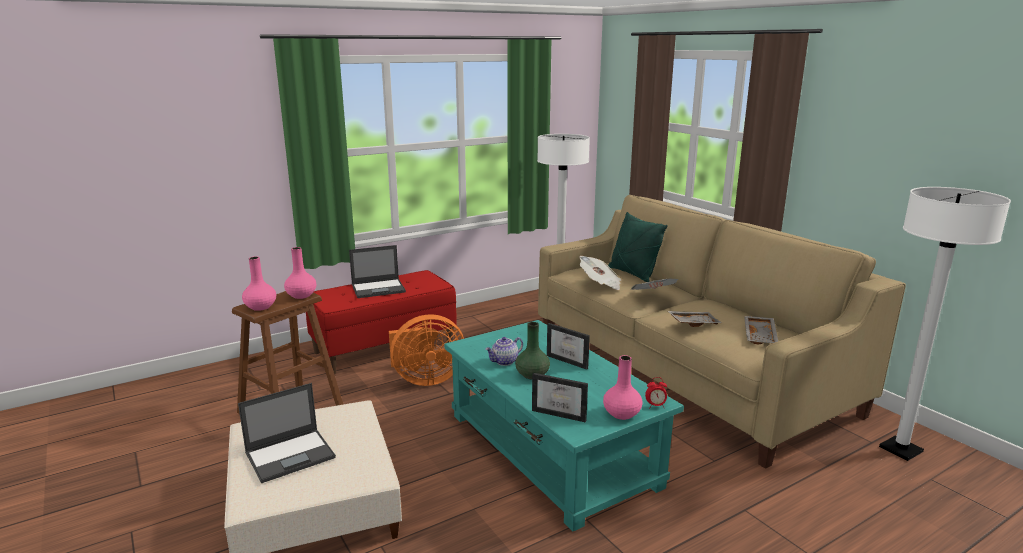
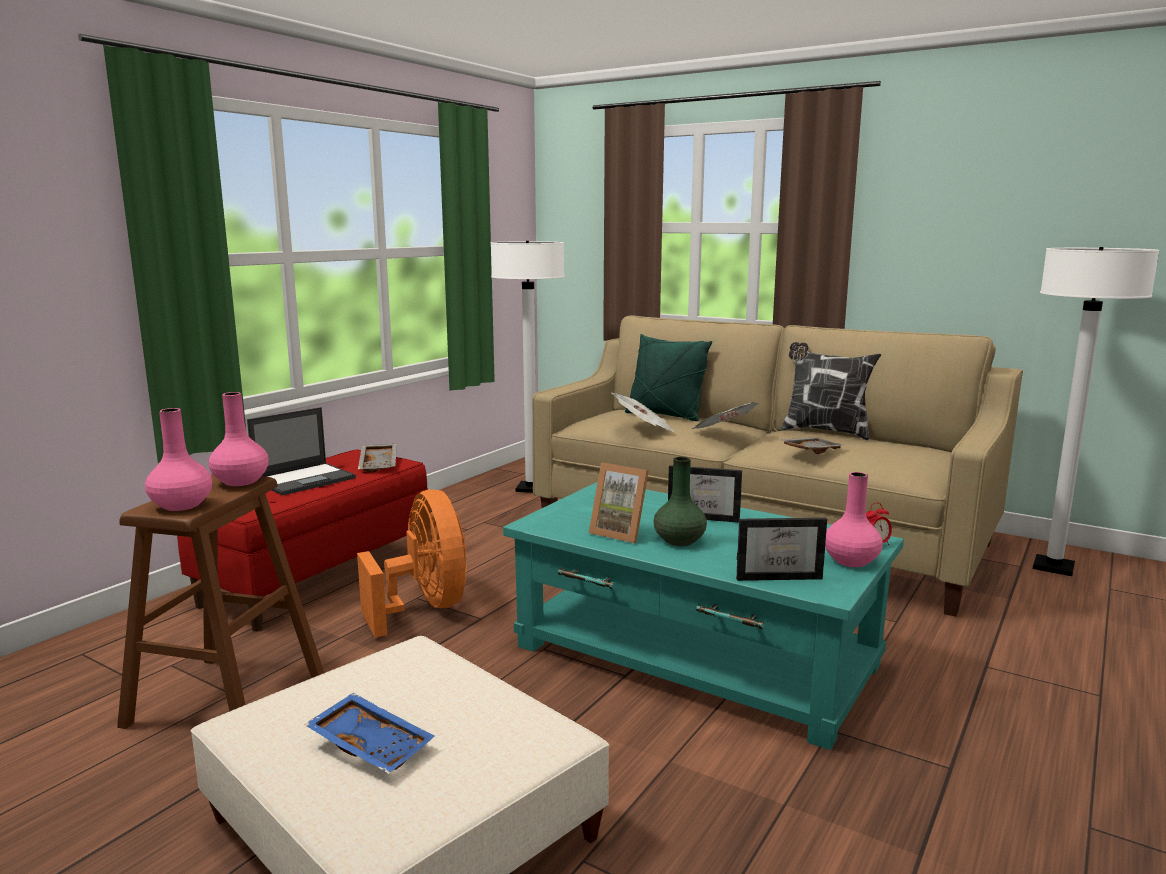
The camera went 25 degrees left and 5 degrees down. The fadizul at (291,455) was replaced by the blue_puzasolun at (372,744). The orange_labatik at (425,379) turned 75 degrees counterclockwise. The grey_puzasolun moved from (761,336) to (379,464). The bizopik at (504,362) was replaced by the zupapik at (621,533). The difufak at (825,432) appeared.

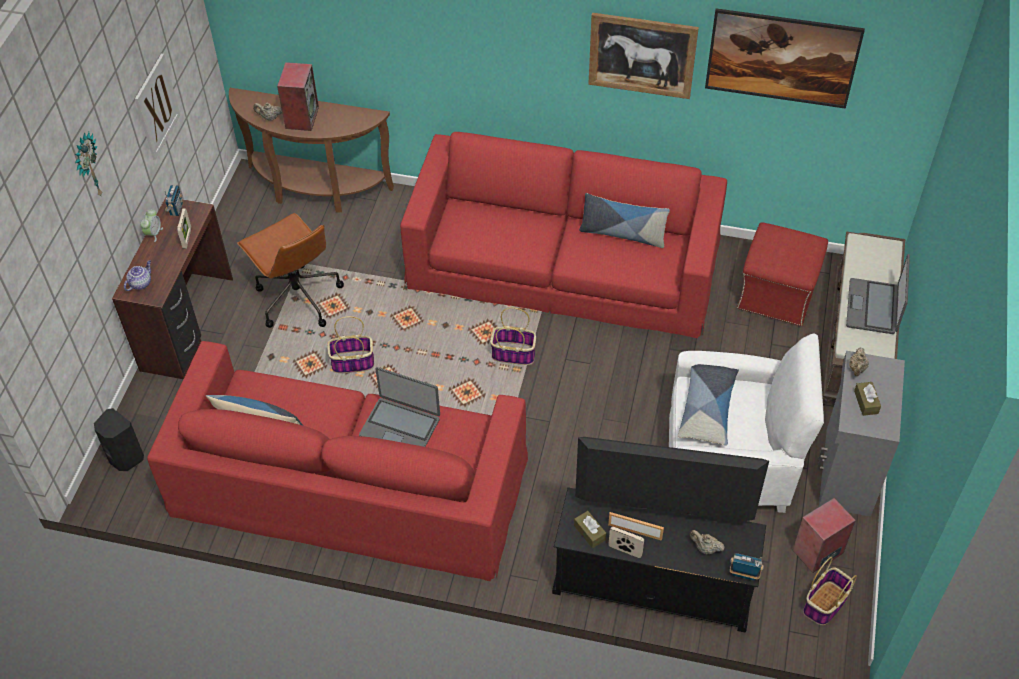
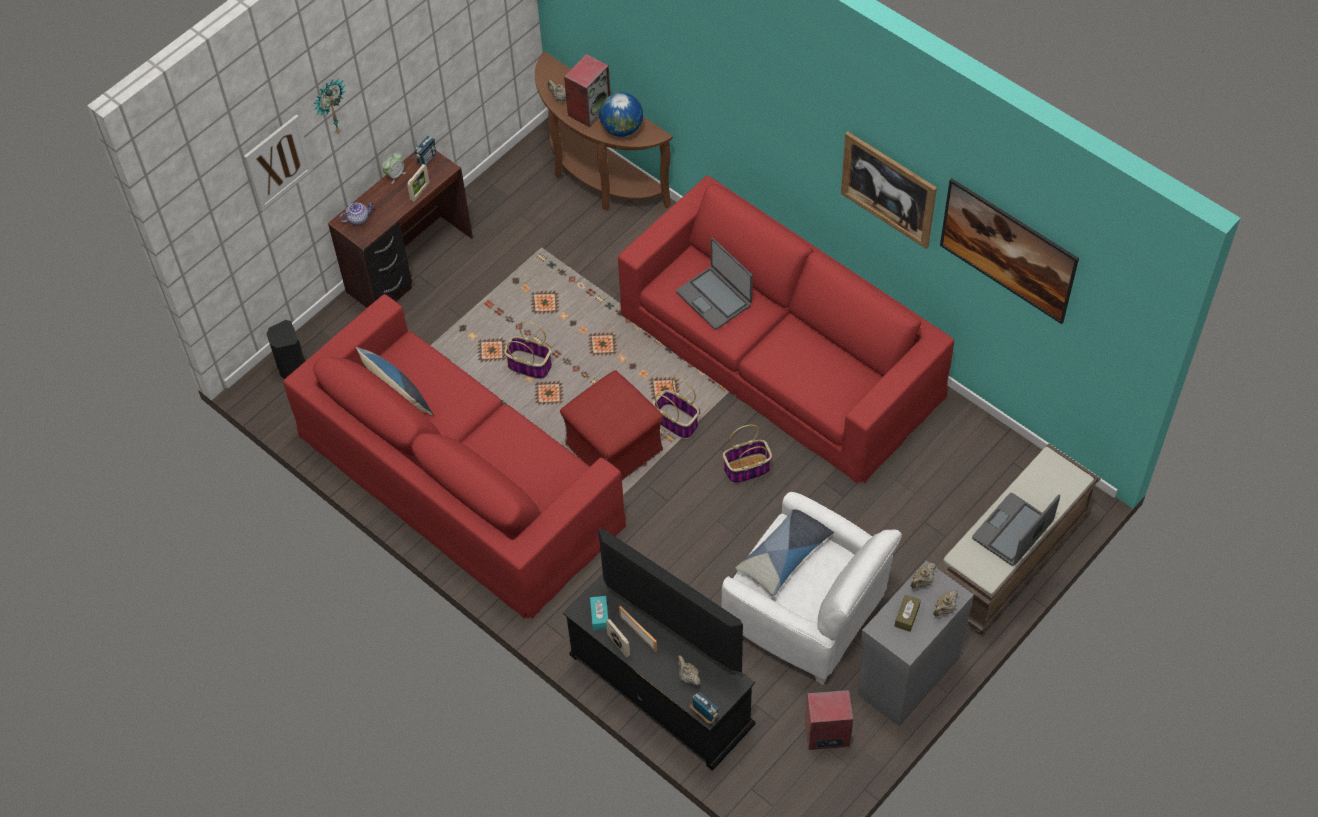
The camera went 30 degrees right and 5 degrees up. The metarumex moved from (157,106) to (278,162). The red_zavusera moved from (778,294) to (614,448). The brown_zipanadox at (589,532) became the turquoise_zipanadox at (599,616). The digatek at (622,129) appeared. The fadizul moved from (400,427) to (714,298). The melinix moved from (825,604) to (746,469). The beige_bizopik at (944,609) appeared. The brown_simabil at (297,298) disappeared. The difufak at (622,234) disappeared.

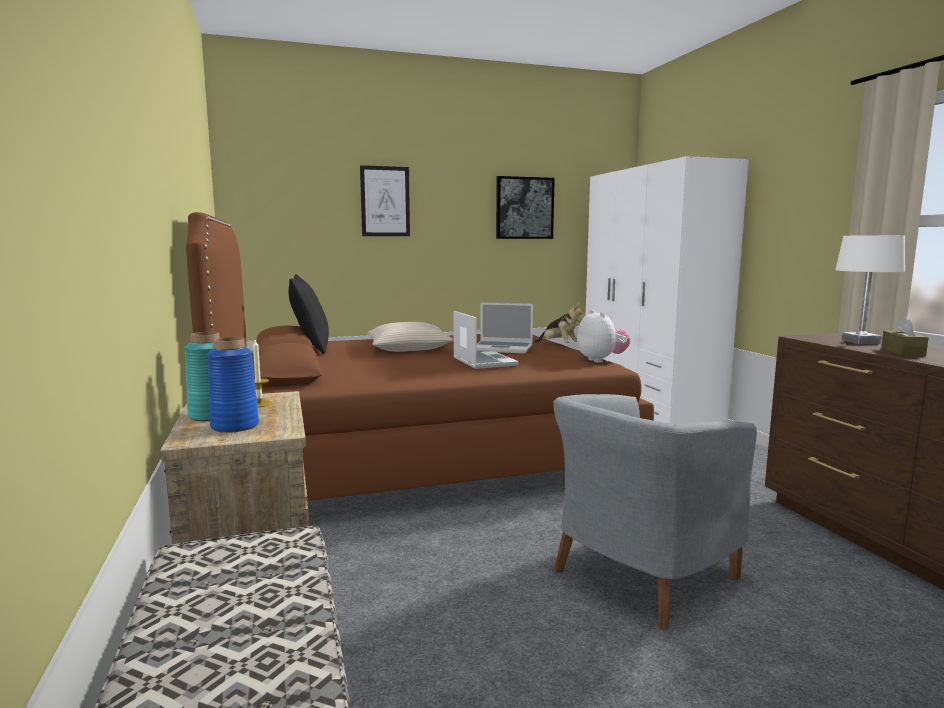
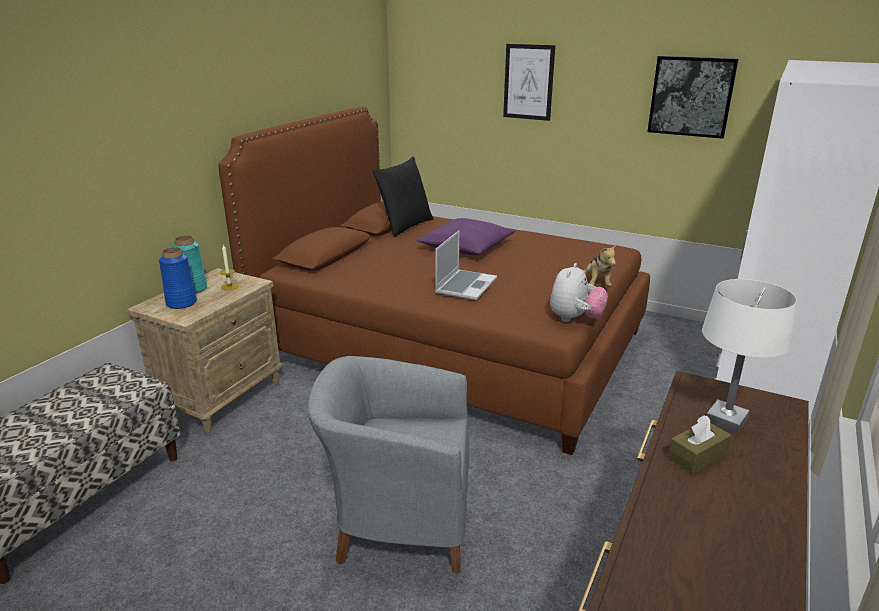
The camera went 45 degrees right and 15 degrees up. The beige_difufak at (408,348) became the purple_difufak at (466,247). The fadizul at (503,348) disappeared.

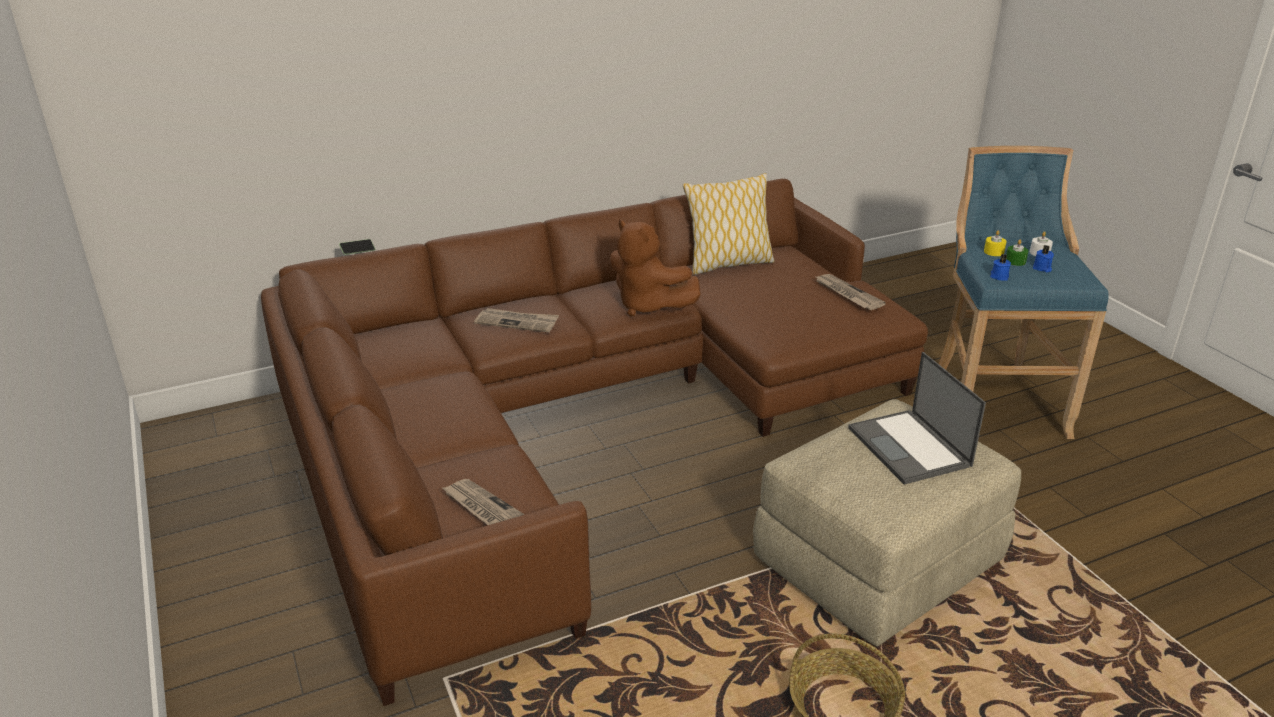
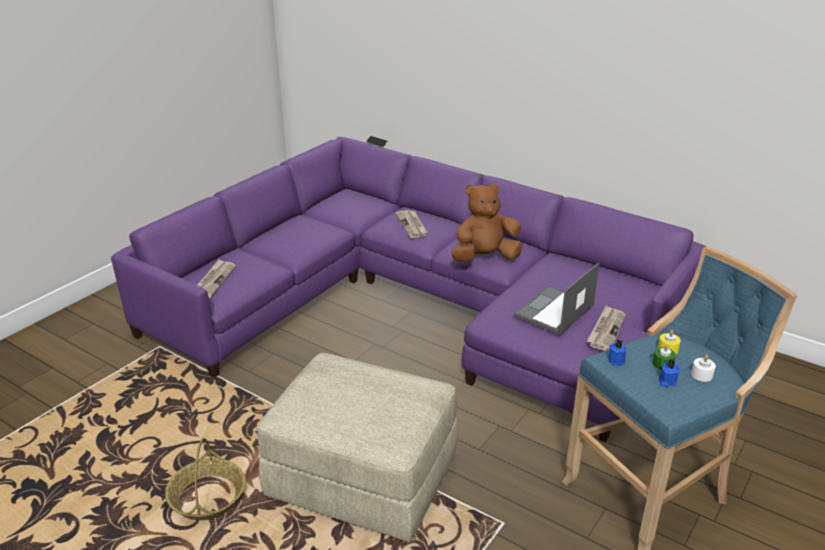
The camera went 60 degrees right and 0 degrees up. The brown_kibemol at (579,415) became the purple_kibemol at (417,305). The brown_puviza at (648,305) turned 60 degrees clockwise. The fadizul moved from (910,447) to (554,311). The difufak at (728,264) disappeared.

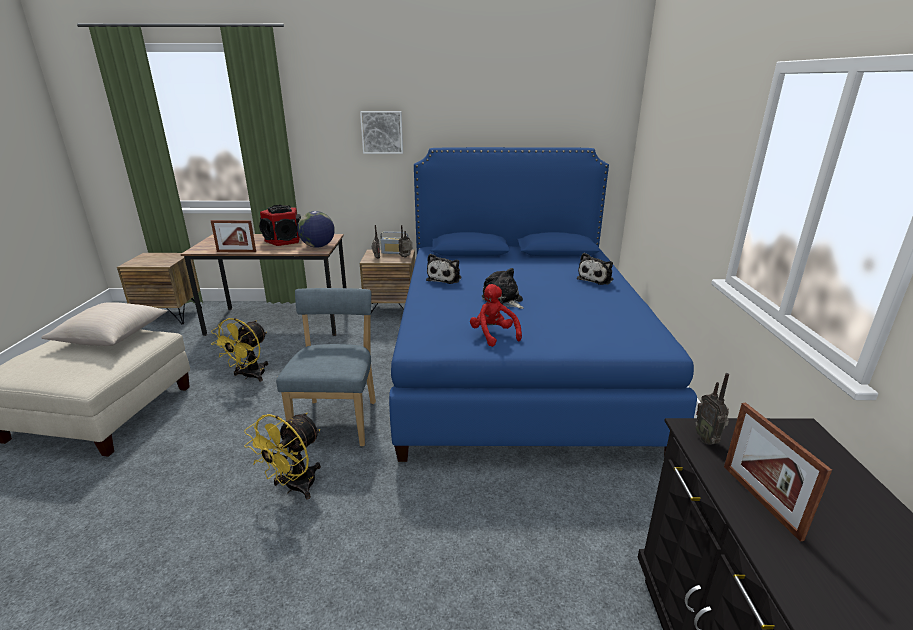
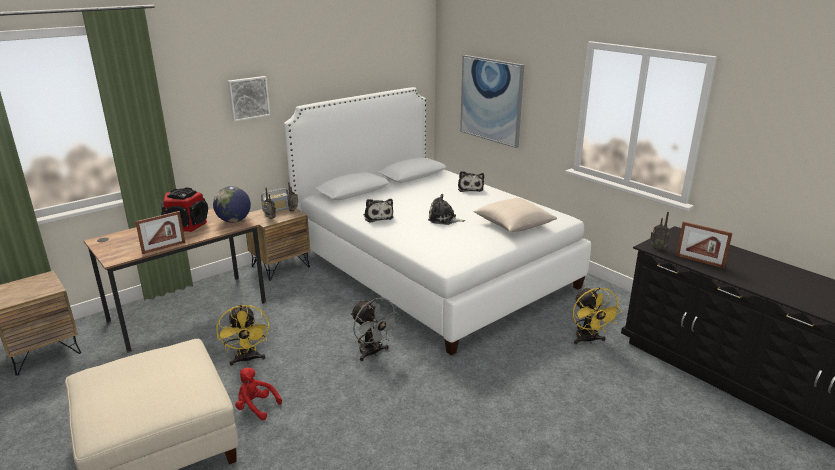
The camera went 40 degrees left and 0 degrees up. The red_puviza moved from (493,335) to (256,407). The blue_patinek at (516,362) became the white_patinek at (431,269). The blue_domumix at (337,419) was replaced by the grey_labatik at (373,353). The metarumex at (491,100) appeared. The beige_difufak moved from (112,336) to (514,225). The yellow_labatik moved from (294,487) to (588,340).

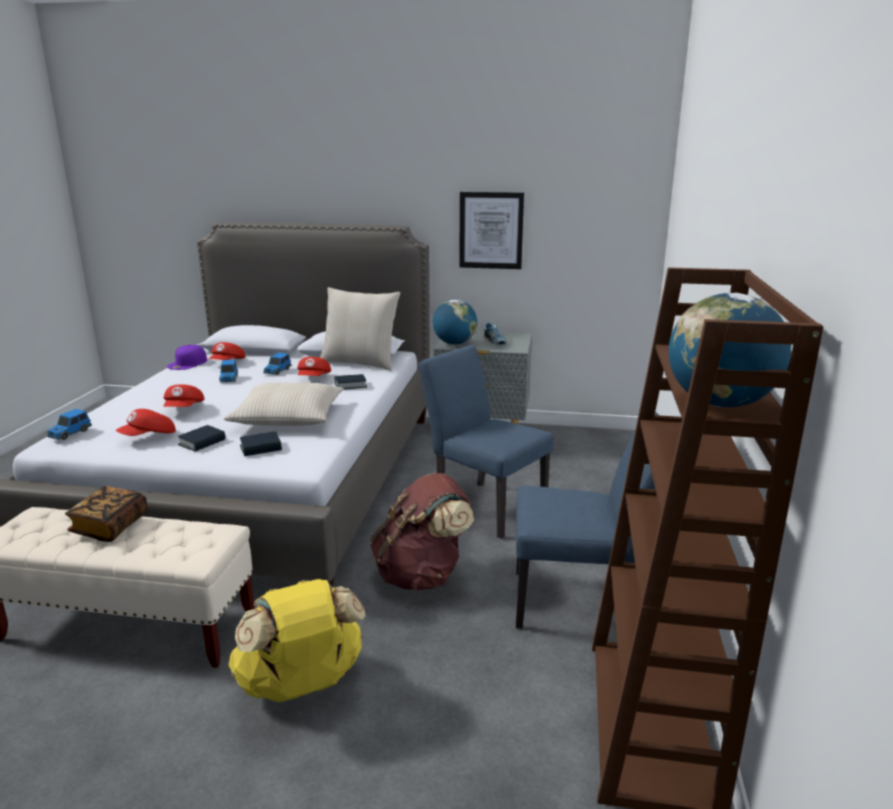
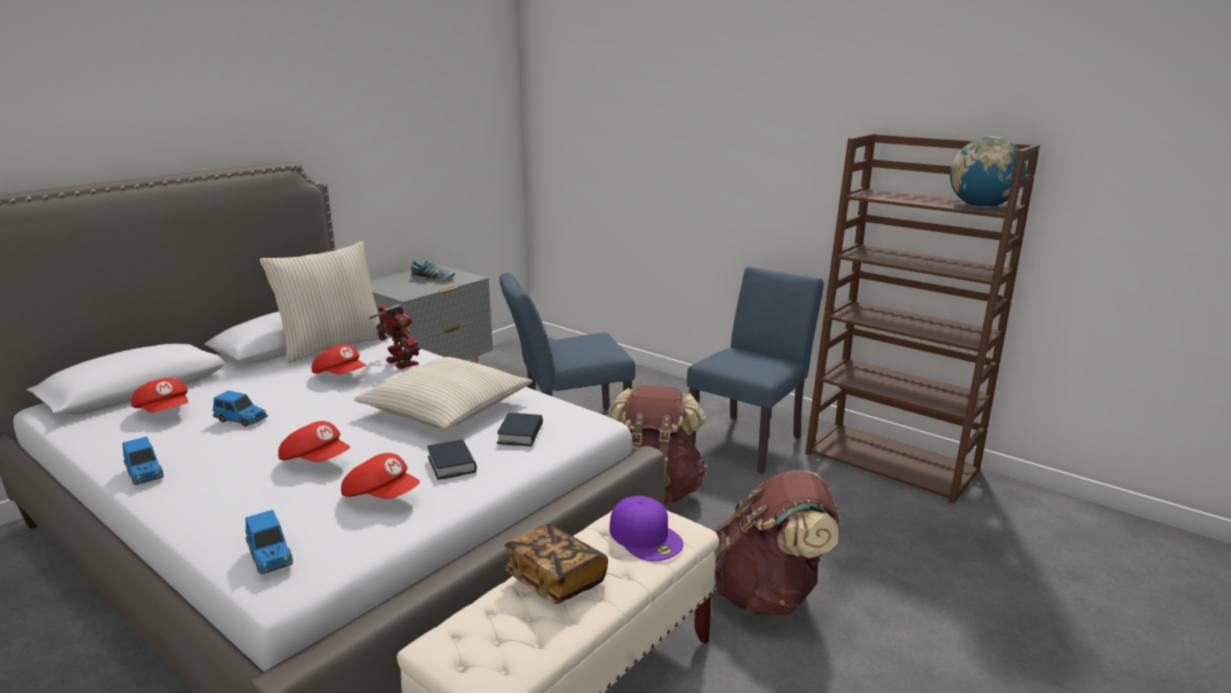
The camera went 60 degrees left and 0 degrees up. The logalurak moved from (277,371) to (145,473). The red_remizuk at (149,437) turned 45 degrees counterclockwise. The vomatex at (350,385) was replaced by the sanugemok at (399,363). The purple_remizuk moved from (187,363) to (646,536). The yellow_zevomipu at (301,686) became the brown_zevomipu at (769,594). The digatek at (454,343) disappeared. The metarumex at (491,230) disappeared.

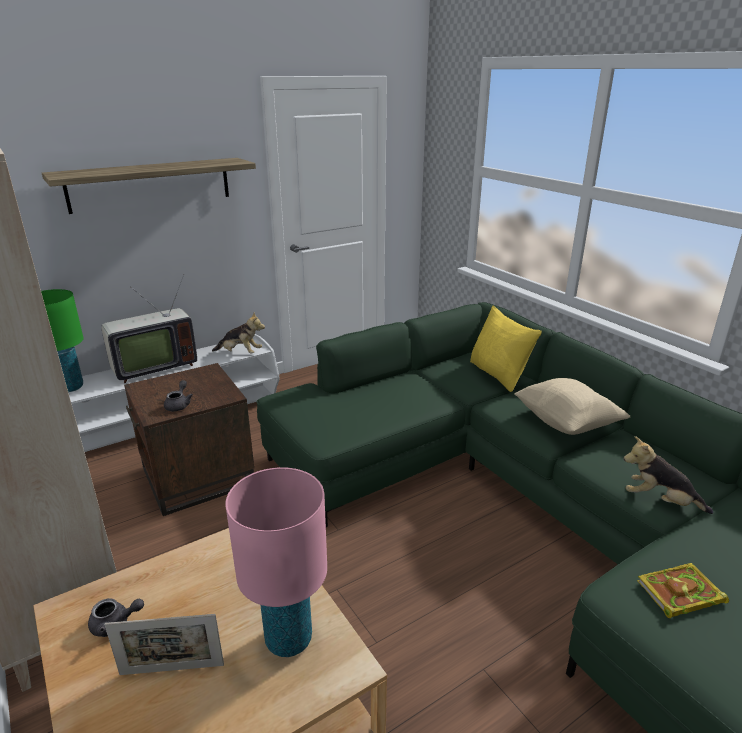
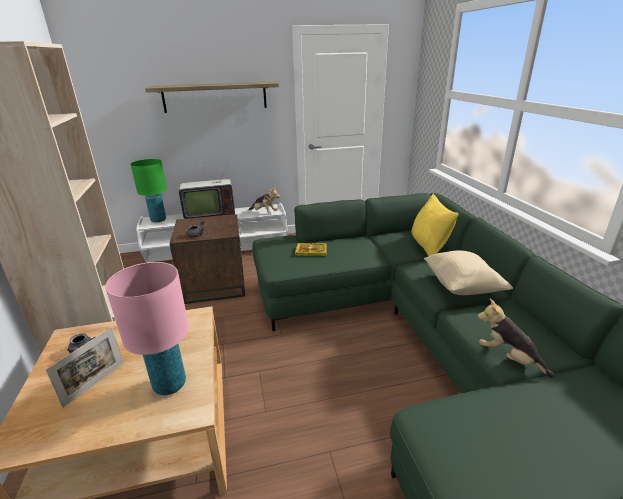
The camera went 20 degrees right and 0 degrees up. The zupapik at (172,669) turned 75 degrees counterclockwise. The vomatex moved from (679,594) to (310,251).

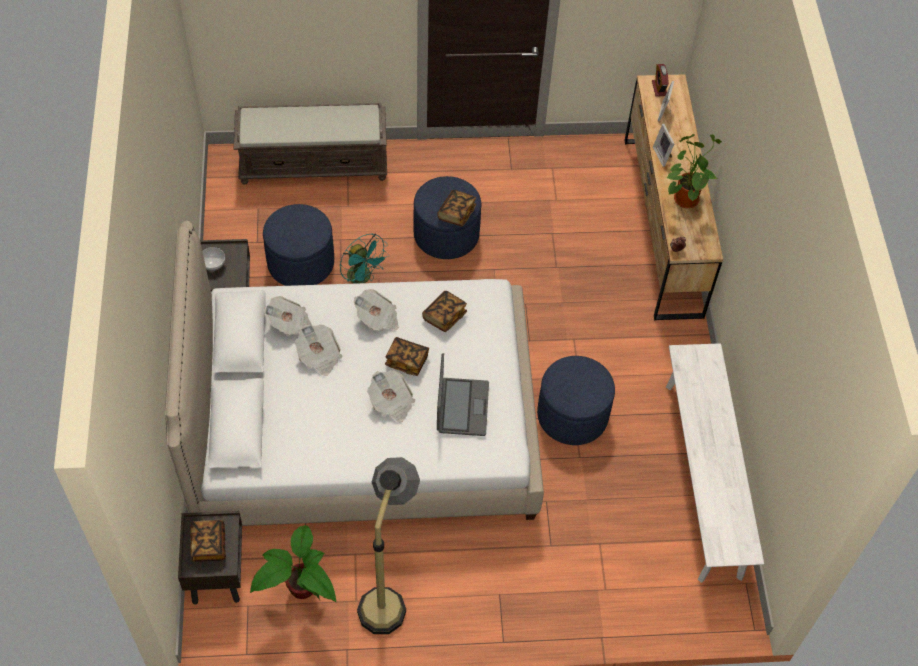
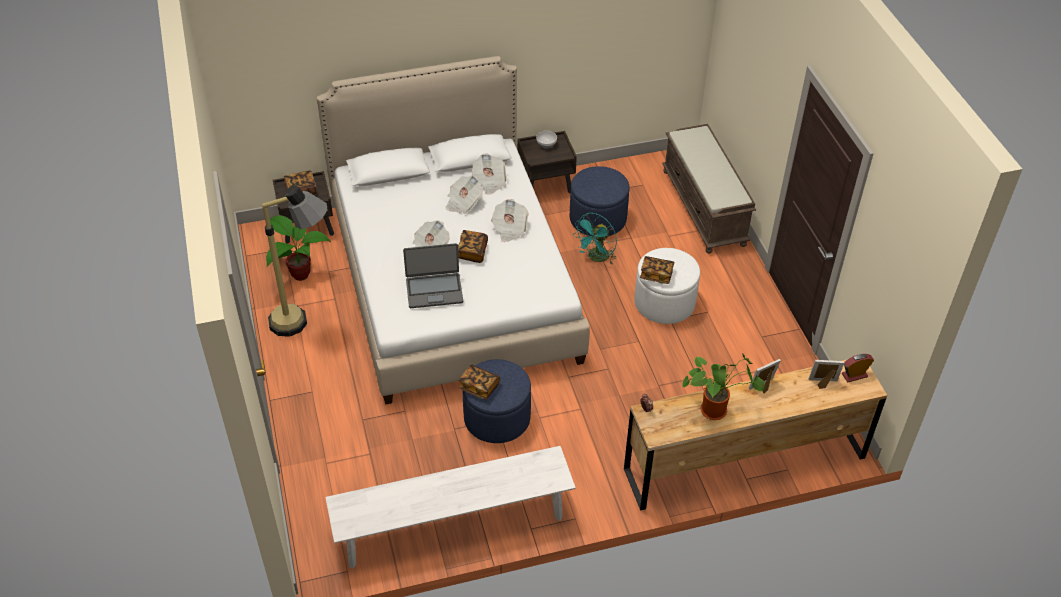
The camera went 80 degrees right and 10 degrees down. The vomatex moved from (444,316) to (479,387). The blue_zavusera at (446,234) became the white_zavusera at (664,303).

